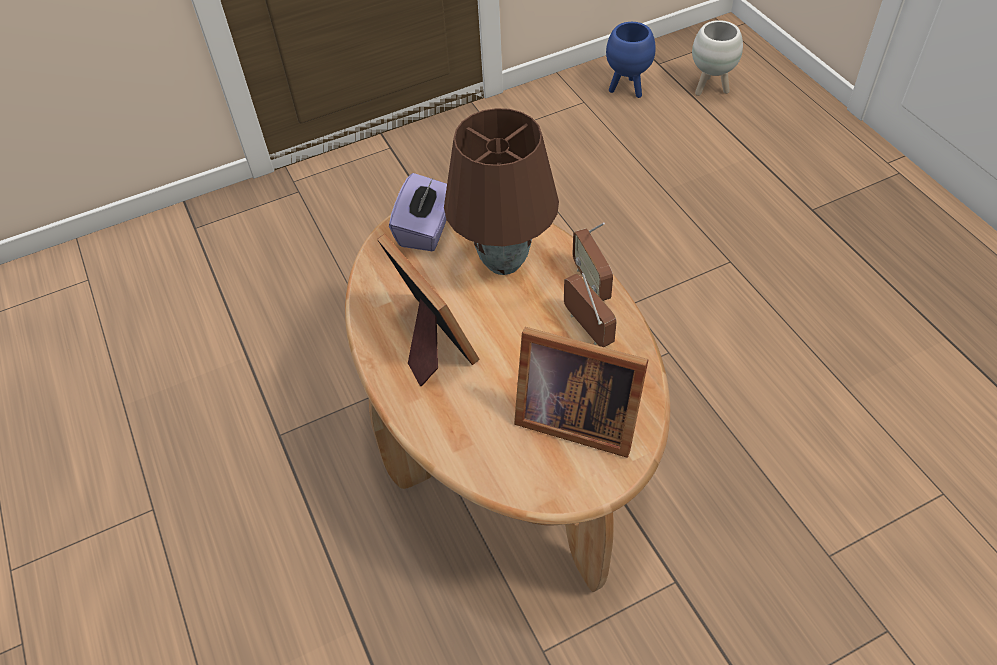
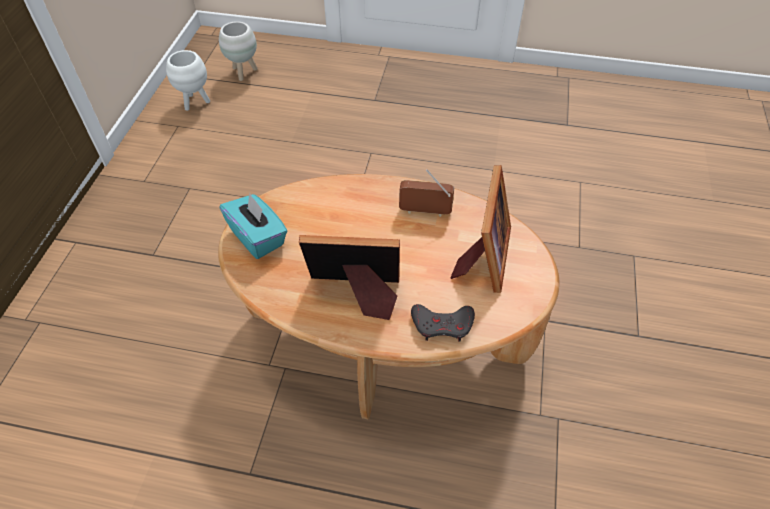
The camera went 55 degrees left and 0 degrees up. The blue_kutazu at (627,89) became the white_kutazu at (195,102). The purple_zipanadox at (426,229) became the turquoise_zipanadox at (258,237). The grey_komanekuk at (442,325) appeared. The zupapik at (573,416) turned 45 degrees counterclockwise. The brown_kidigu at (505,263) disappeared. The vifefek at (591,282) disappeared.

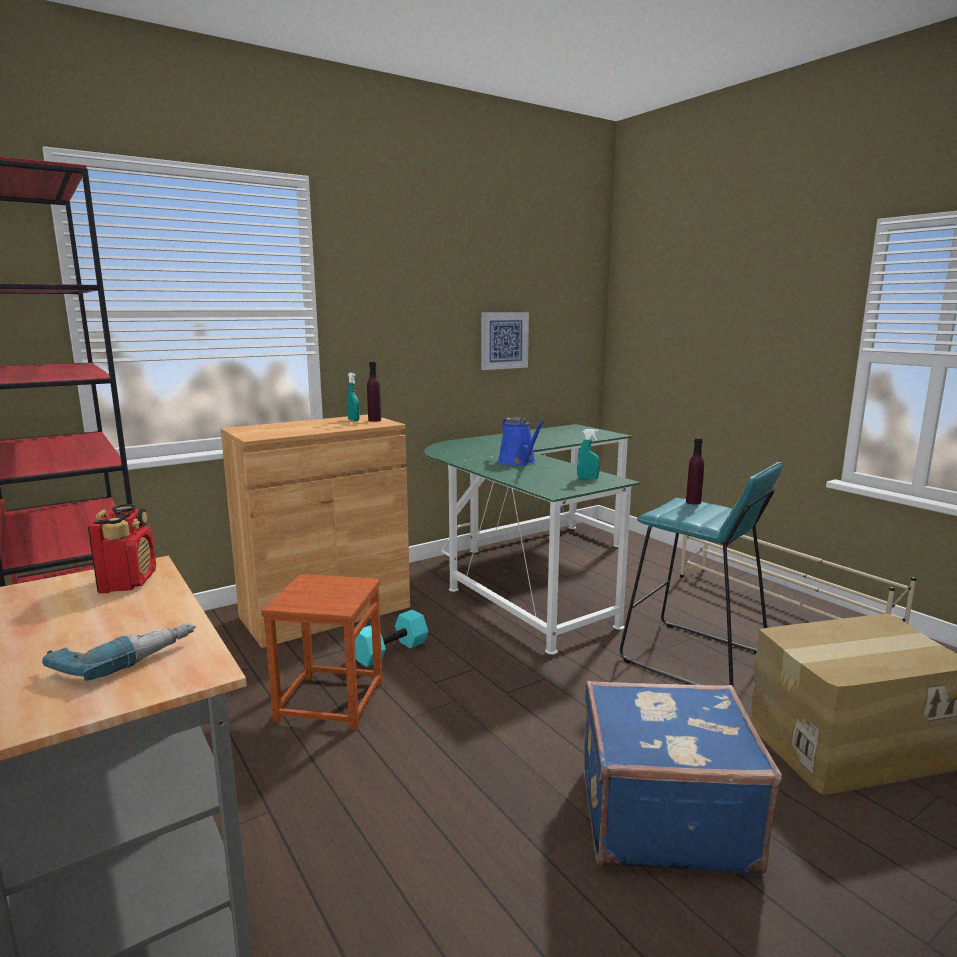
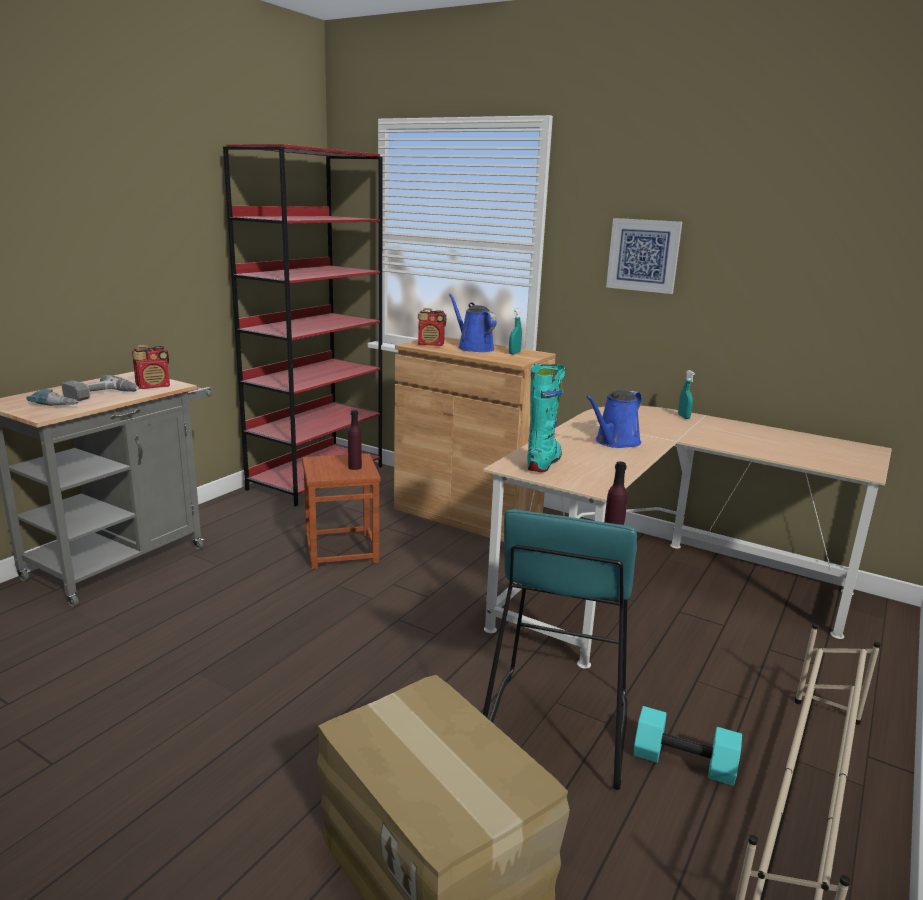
The camera went 65 degrees right and 5 degrees up. The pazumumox at (102,395) appeared. The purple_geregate moved from (374,420) to (355,467). The vifefek at (431,344) appeared. The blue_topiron at (473,348) appeared. The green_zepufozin at (528,573) became the beige_zepufozin at (657,587). The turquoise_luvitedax at (544,463) appeared. The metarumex moved from (504,340) to (643,255). The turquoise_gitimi moved from (390,651) to (685,761). The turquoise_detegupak moved from (587,479) to (683,417). The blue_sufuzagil at (662,815) disappeared.

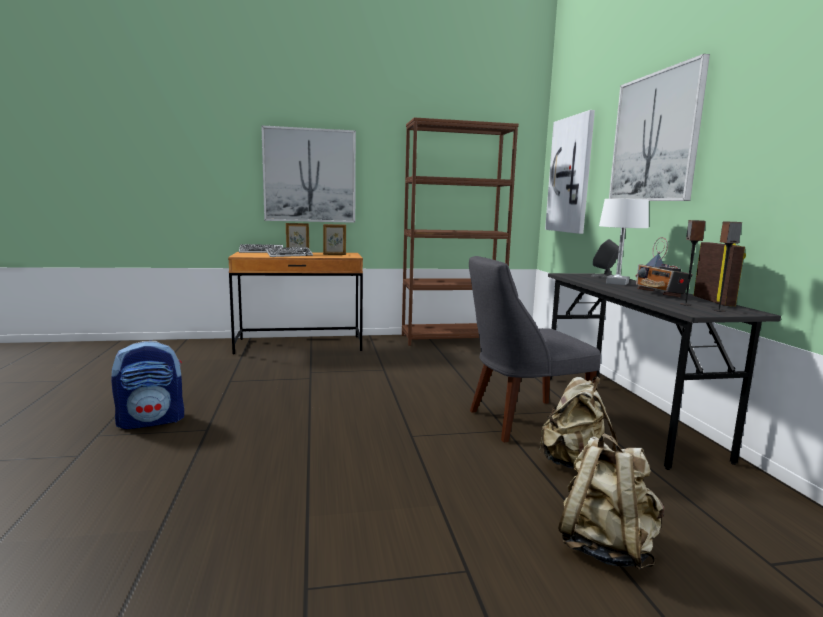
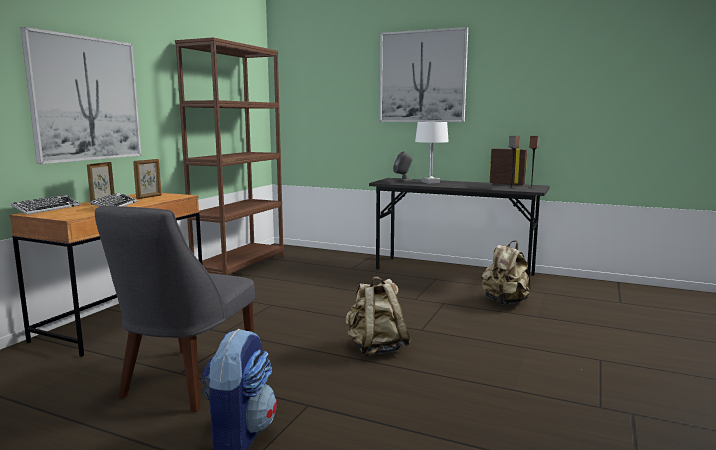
The camera went 55 degrees left and 0 degrees up. The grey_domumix moved from (522,421) to (185,381). The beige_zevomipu moved from (605,547) to (376,349). The metarumex at (570,175) disappeared. The vifefek at (660,294) disappeared.

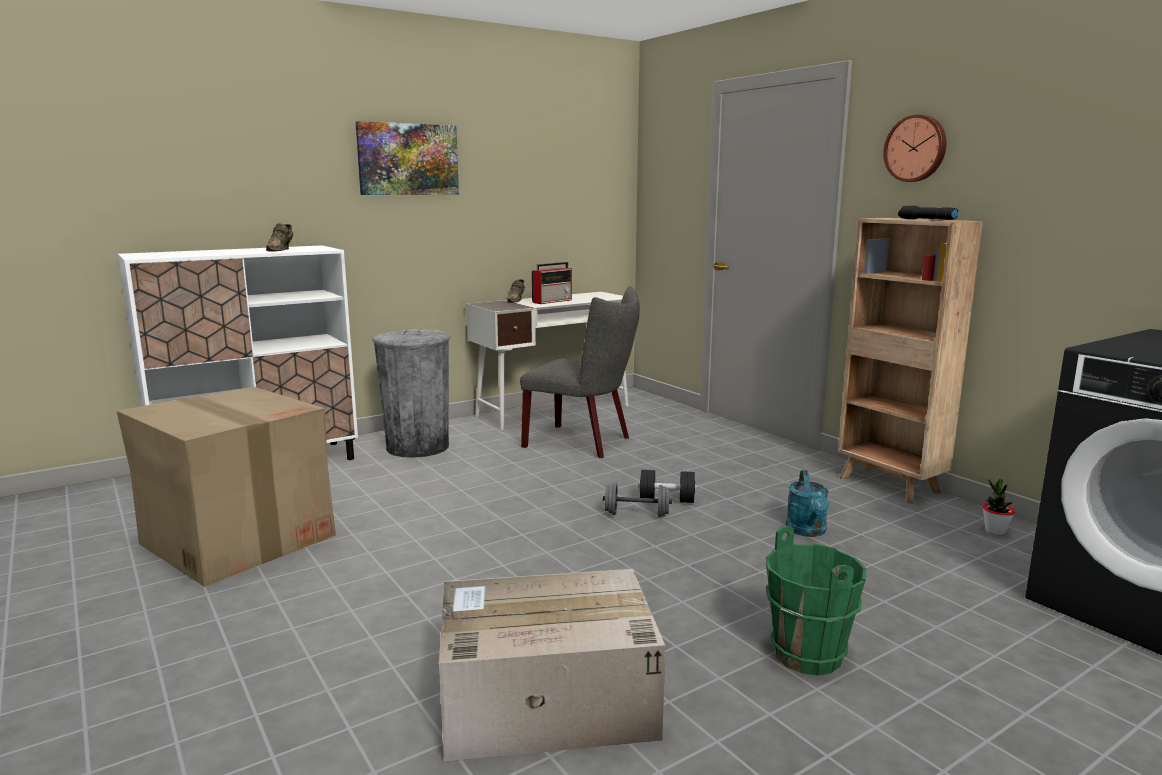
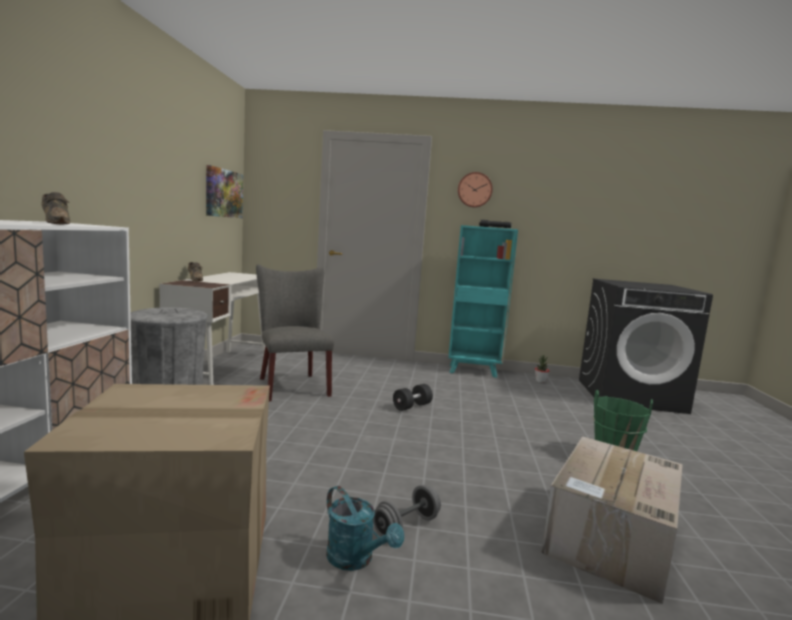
The camera went 50 degrees left and 5 degrees down. The metarumex moved from (408,159) to (223,193). The grey_domumix at (584,442) turned 90 degrees counterclockwise. The turquoise_topiron moved from (807,531) to (356,559). The grey_gitimi moved from (637,514) to (406,526). The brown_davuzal at (890,486) became the turquoise_davuzal at (474,371). The vifefek at (553,301) disappeared.

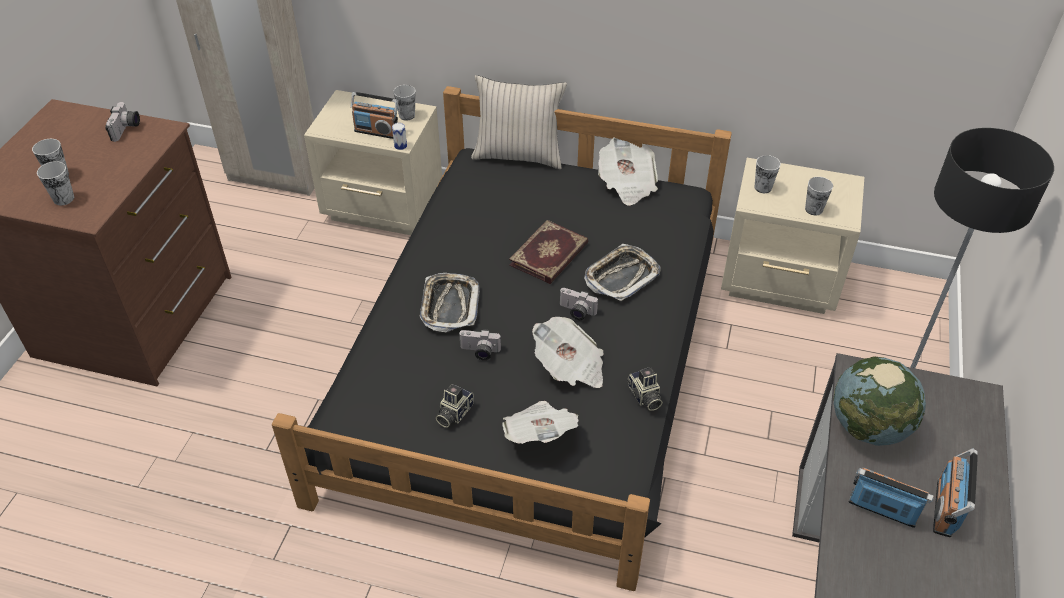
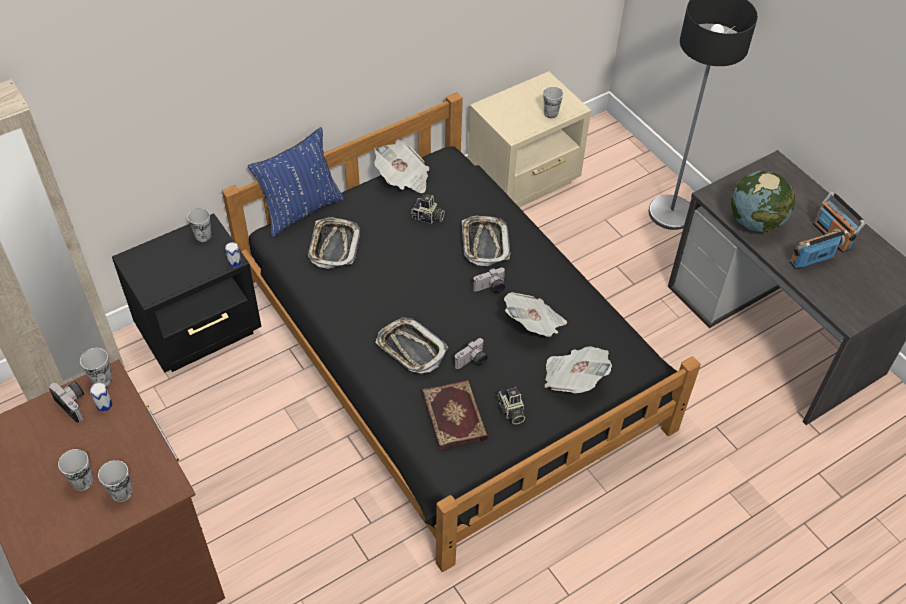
The camera went 50 degrees left and 5 degrees up. The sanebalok moved from (763,187) to (102,379). The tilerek at (104,405) appeared. The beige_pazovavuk at (384,209) became the black_pazovavuk at (201,331). The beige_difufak at (518,155) became the blue_difufak at (300,210). The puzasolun at (334,246) appeared. The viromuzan moved from (644,397) to (427,218). The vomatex moved from (550,255) to (455,416). The vifefek at (376,131) disappeared.

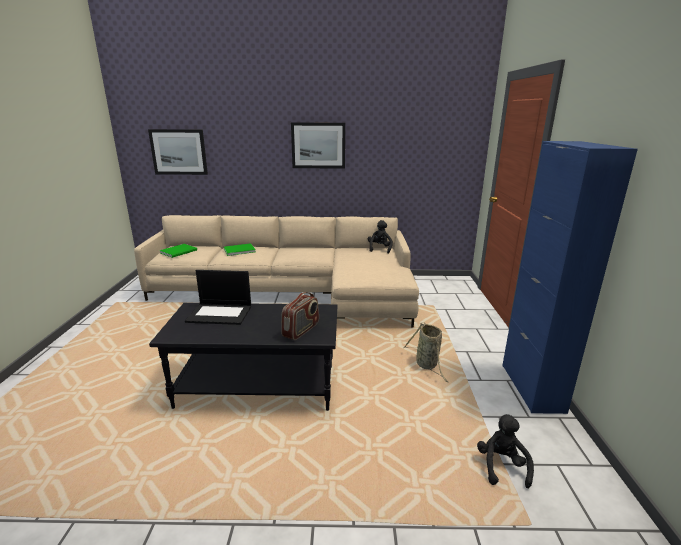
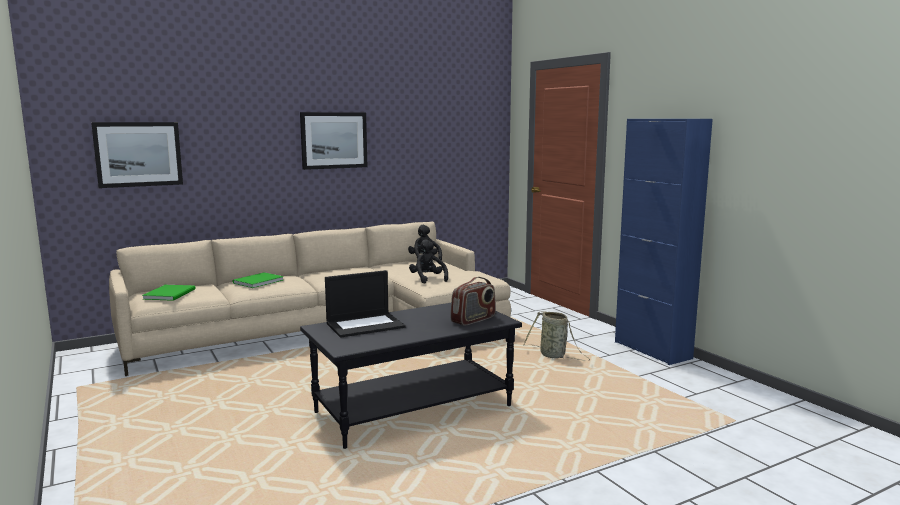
The camera went 30 degrees left and 10 degrees down. The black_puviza moved from (501,466) to (428,279). The vifefek at (301,330) turned 45 degrees clockwise.

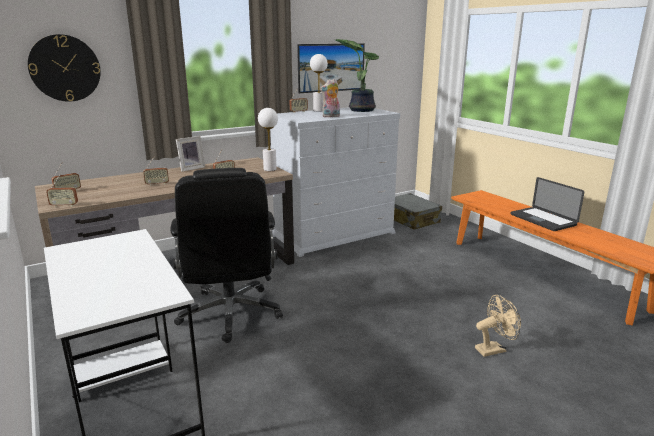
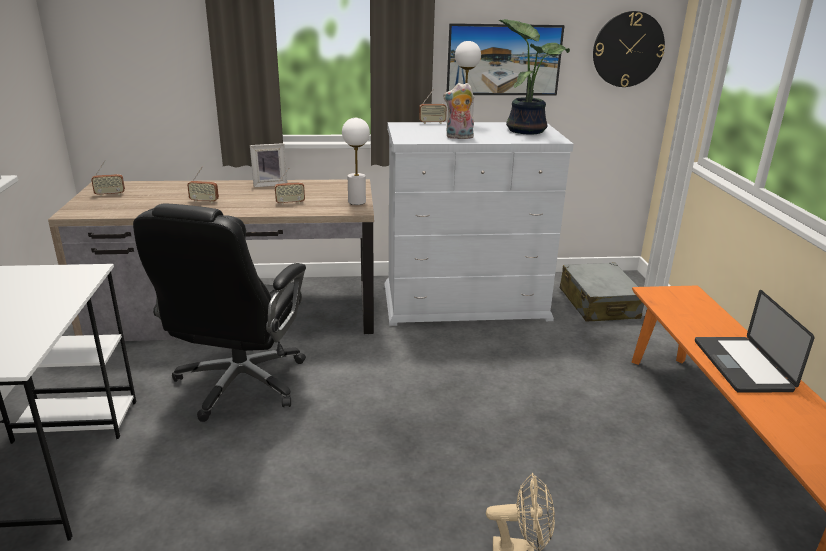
The camera went 25 degrees right and 5 degrees up. The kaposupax moved from (65,68) to (628,49). The vifefek at (64,205) disappeared.

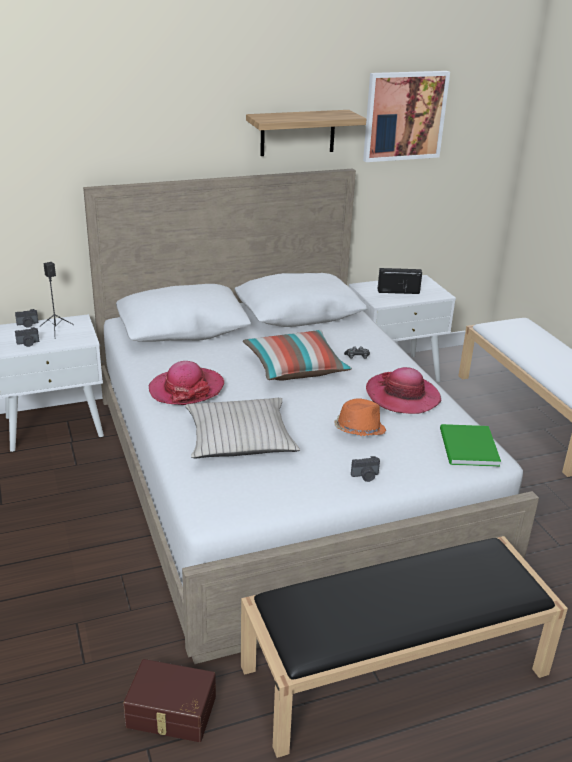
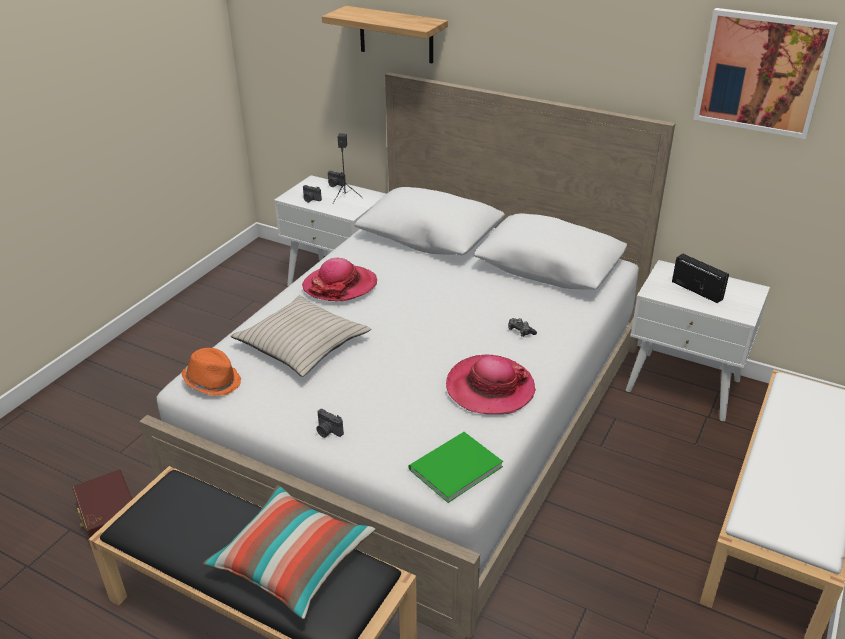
The camera went 50 degrees right and 5 degrees up. The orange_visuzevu moved from (358,430) to (213,382). The difufak moved from (295,368) to (292,562). The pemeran moved from (297,132) to (396,35).

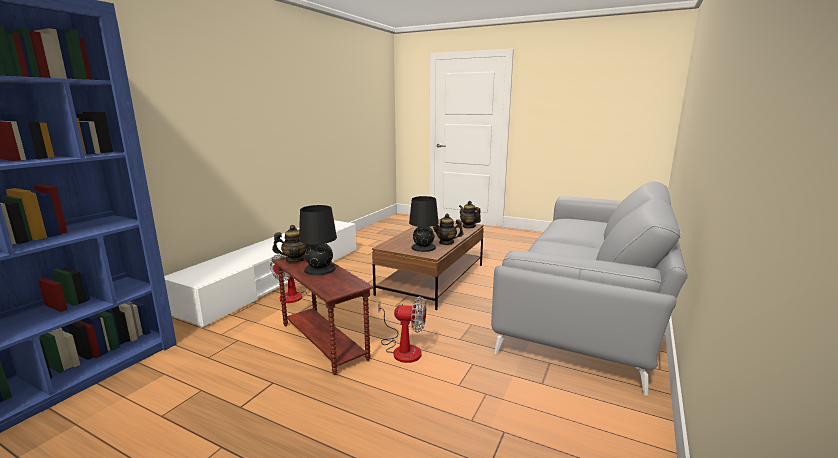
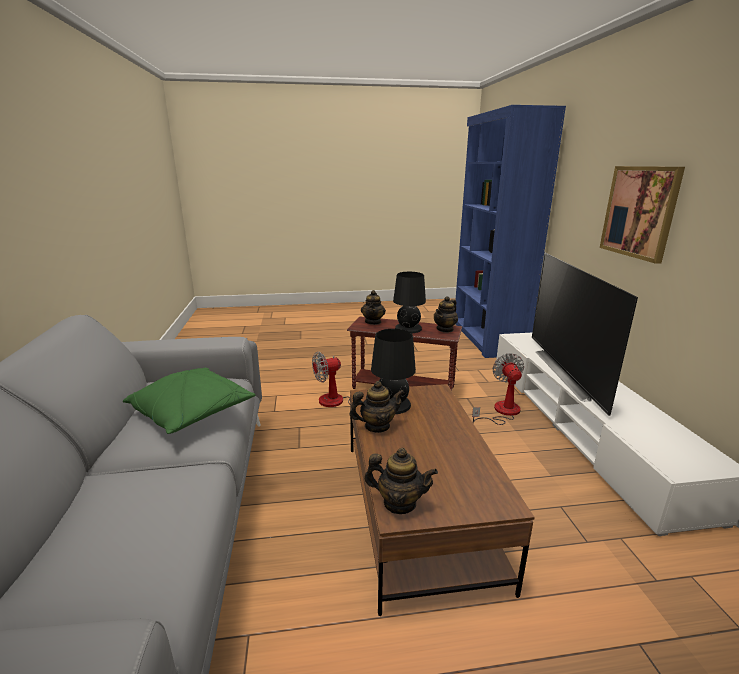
The camera went 145 degrees right and 5 degrees up. The green_difufak at (193,413) appeared. The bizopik at (373,322) appeared. The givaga at (570,373) appeared. The metarumex at (639,212) appeared.

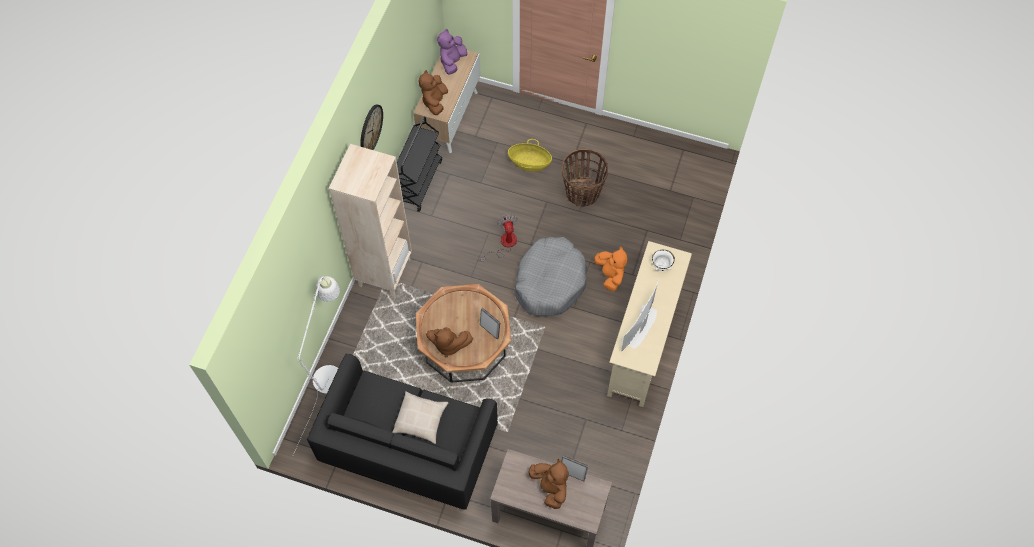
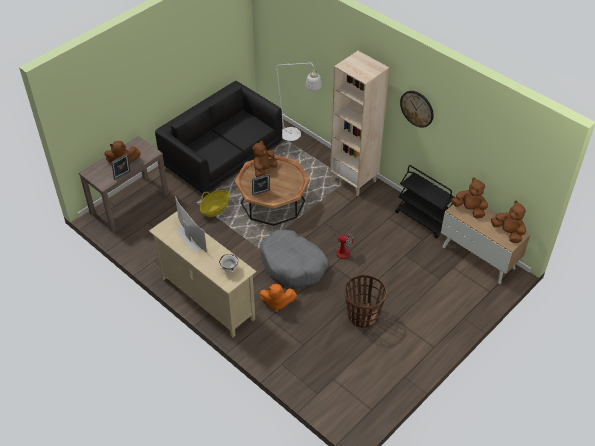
The camera went 115 degrees right and 15 degrees down. The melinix moved from (529,163) to (215,209). The purple_puviza at (452,61) became the brown_puviza at (508,233). The beige_difufak at (421,419) disappeared.

